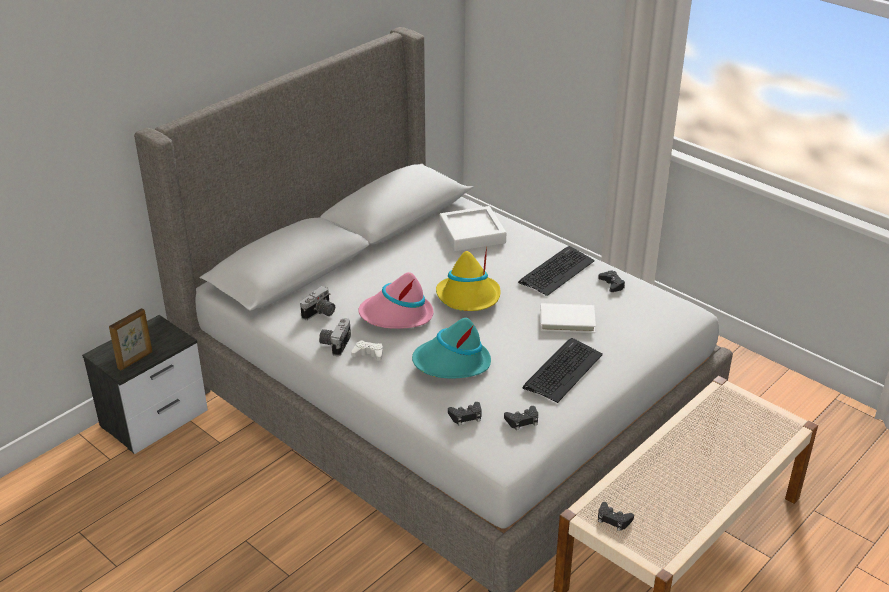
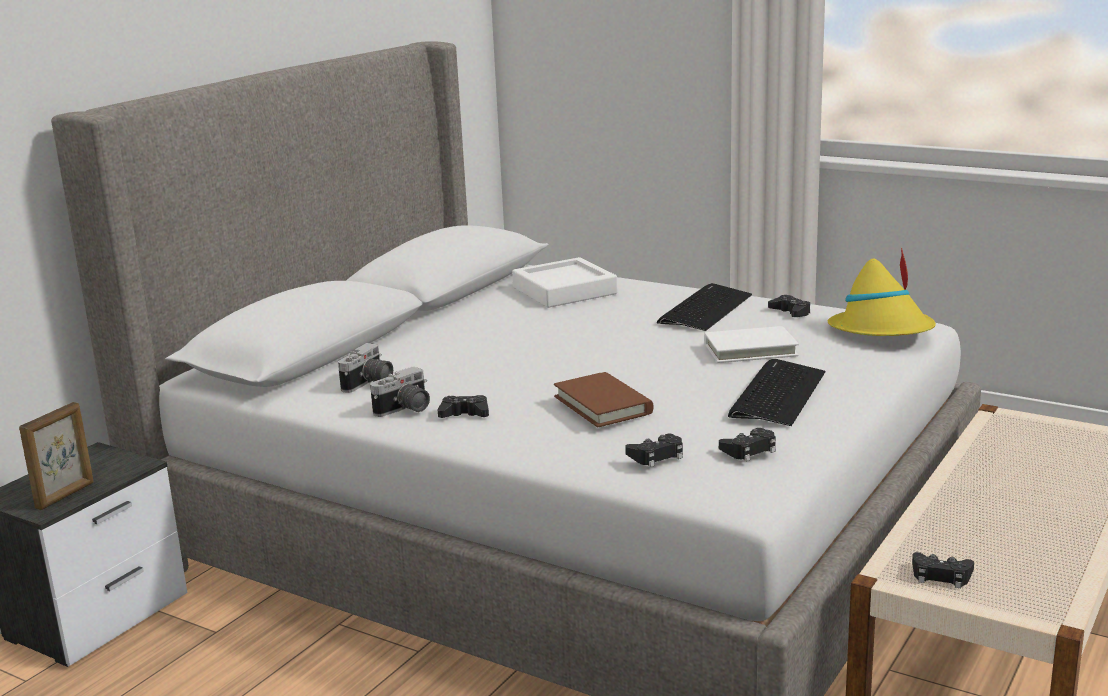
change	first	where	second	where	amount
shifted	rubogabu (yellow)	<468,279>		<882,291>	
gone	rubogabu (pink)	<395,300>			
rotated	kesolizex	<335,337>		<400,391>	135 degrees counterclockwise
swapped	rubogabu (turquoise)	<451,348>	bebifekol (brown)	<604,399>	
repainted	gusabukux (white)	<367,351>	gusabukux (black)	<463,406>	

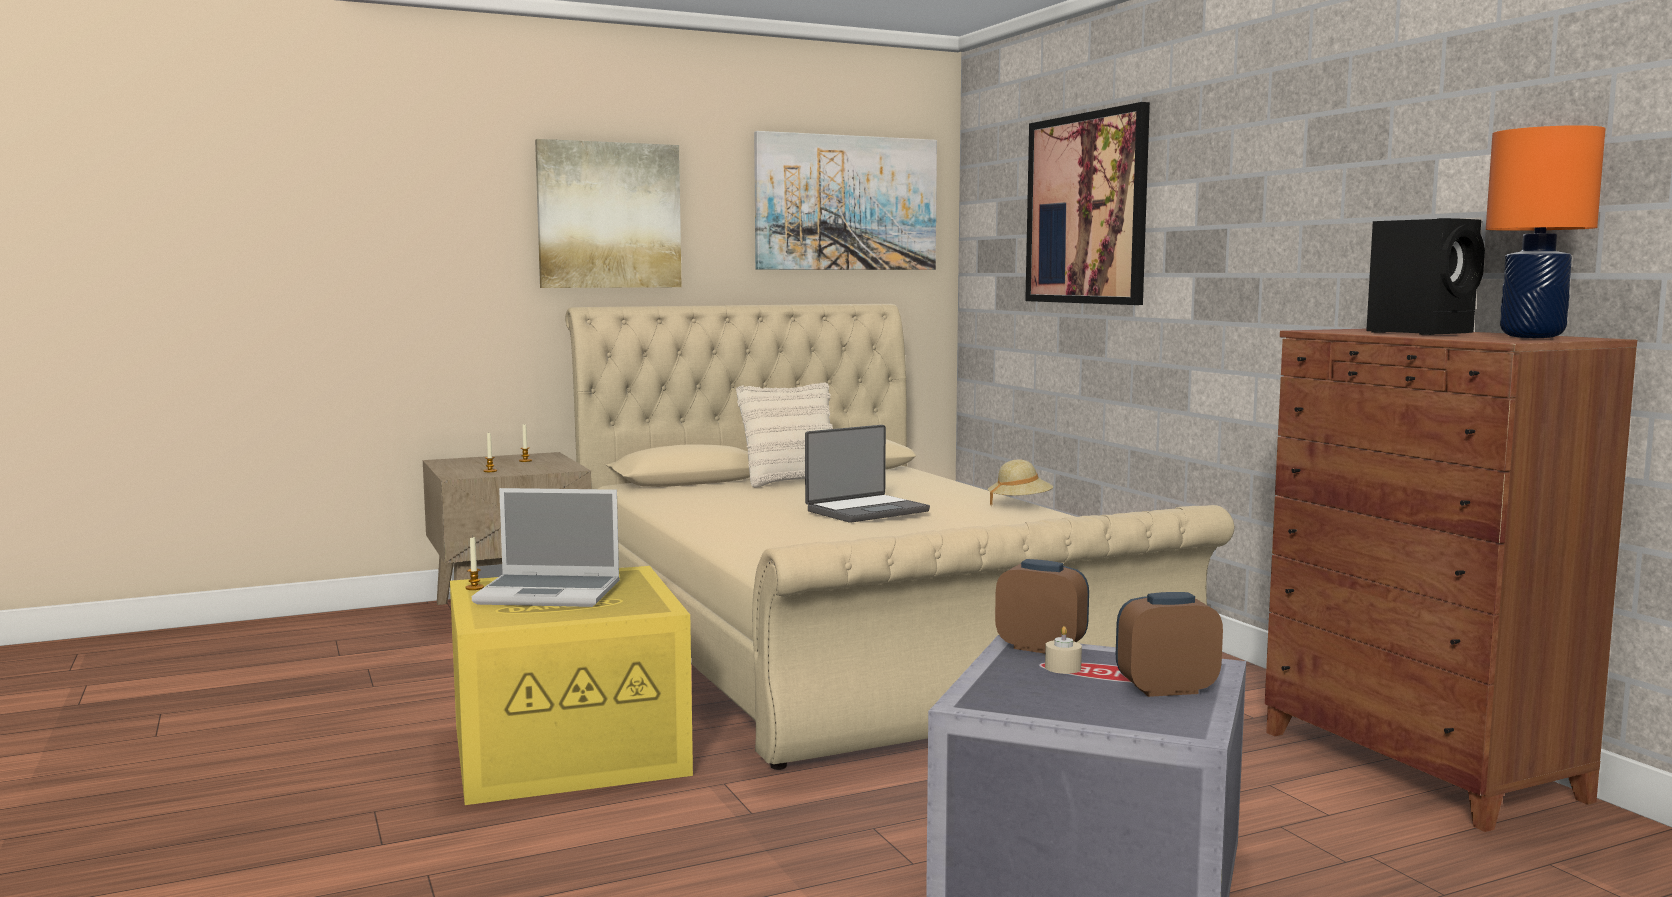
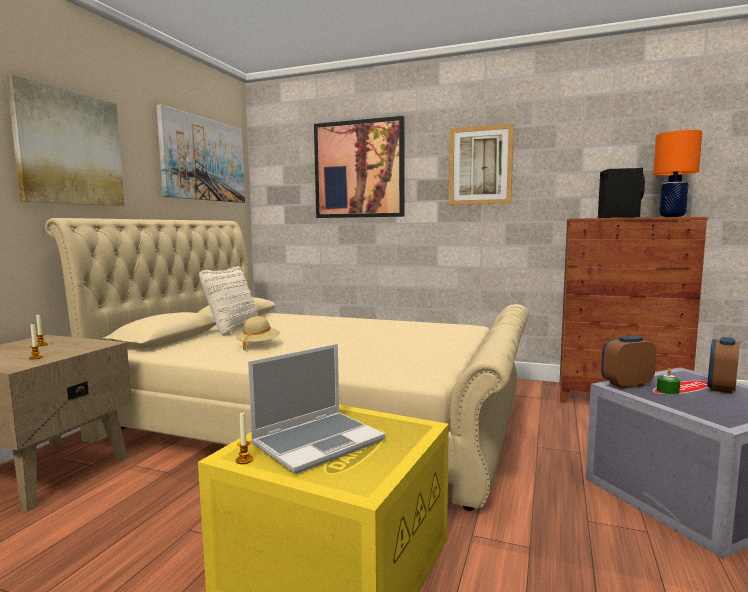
change	first	where	second	where	amount
gone	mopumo	<867,474>			
shifted	rubogabu (beige)	<1020,483>		<258,333>	
repainted	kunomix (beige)	<1063,650>	kunomix (green)	<668,381>	
new			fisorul	<481,164>	

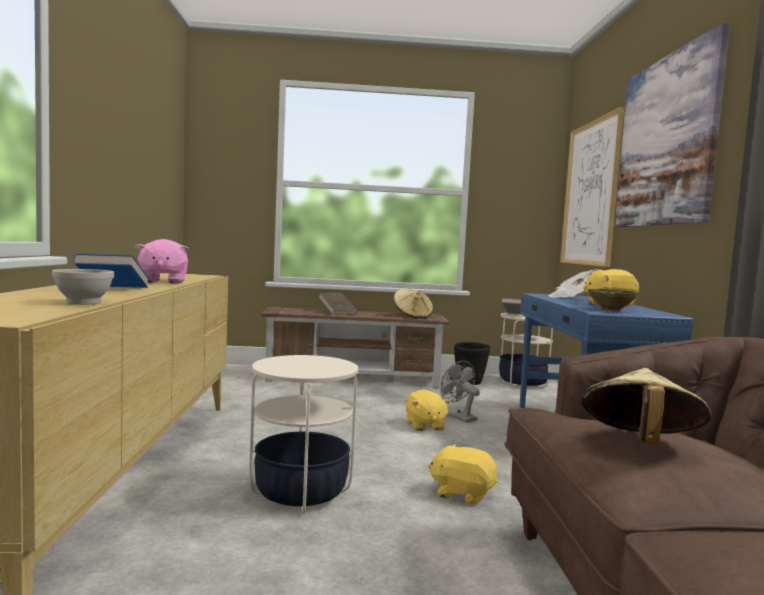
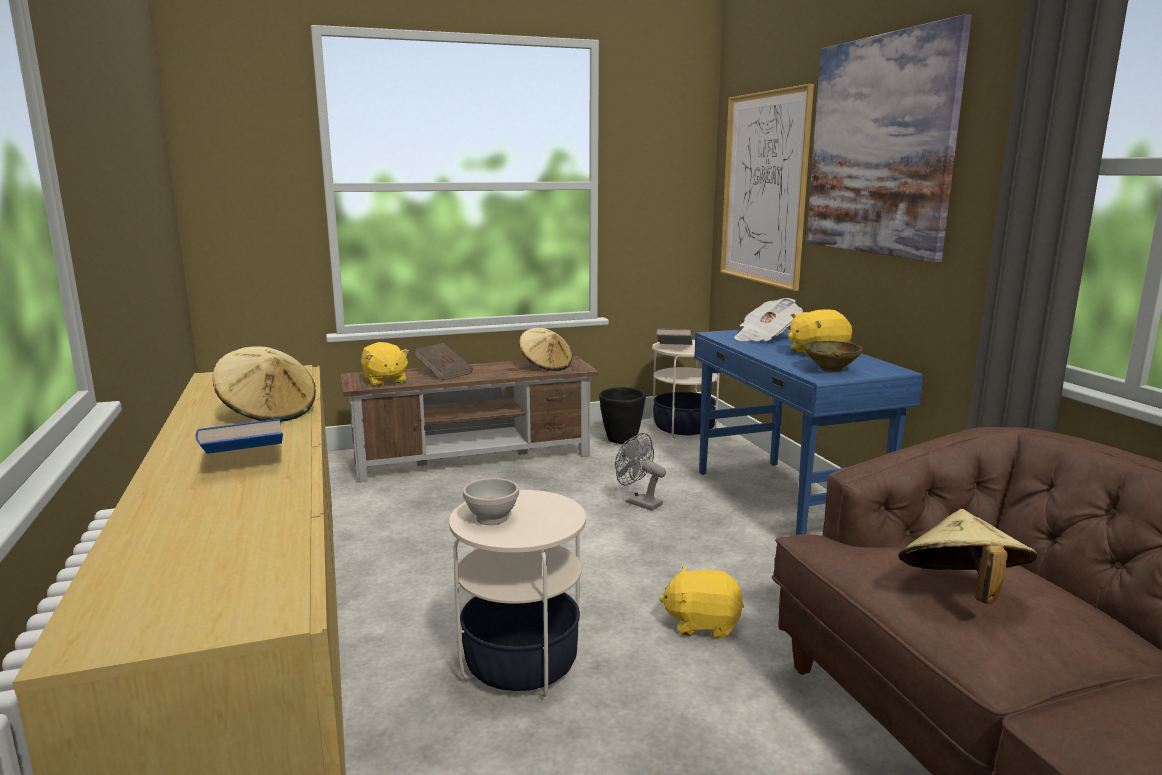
change	first	where	second	where	amount
swapped	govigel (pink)	<162,261>	rubogabu (beige)	<264,384>	
shifted	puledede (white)	<83,287>		<491,501>	
shifted	govigel (yellow)	<428,410>		<385,364>	

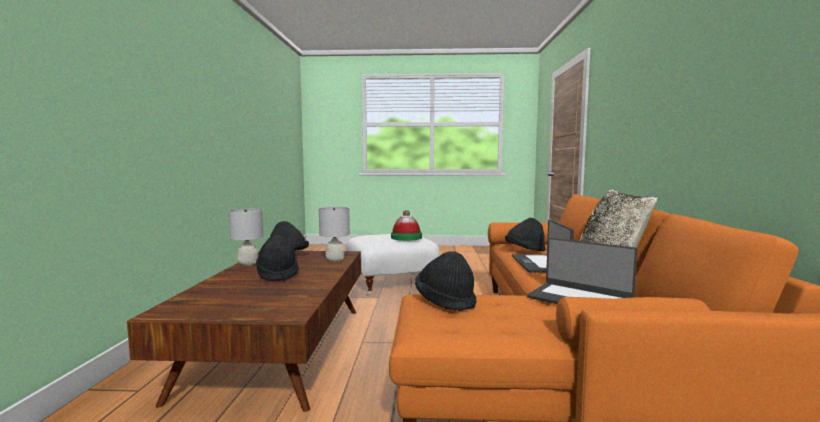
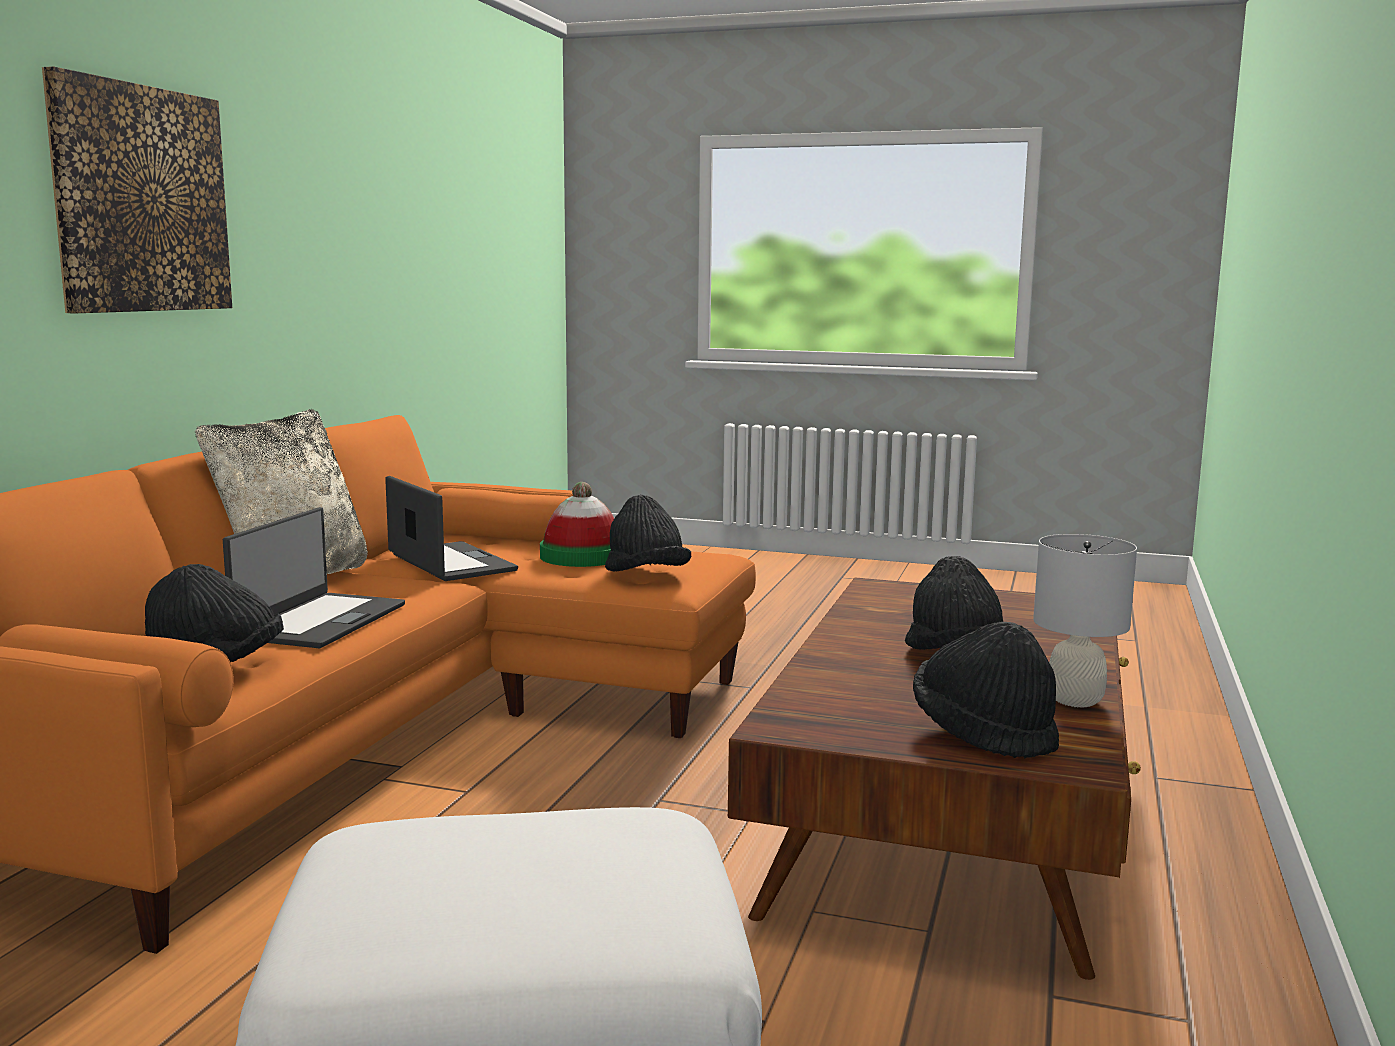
change	first	where	second	where	amount
gone	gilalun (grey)	<334,234>			
shifted	rubogabu	<406,225>		<577,524>	
new			fisorul	<137,189>	

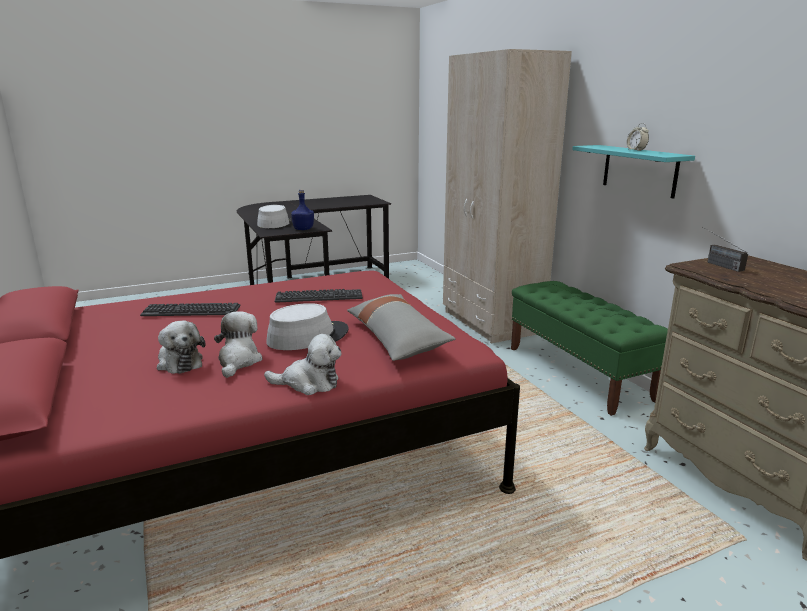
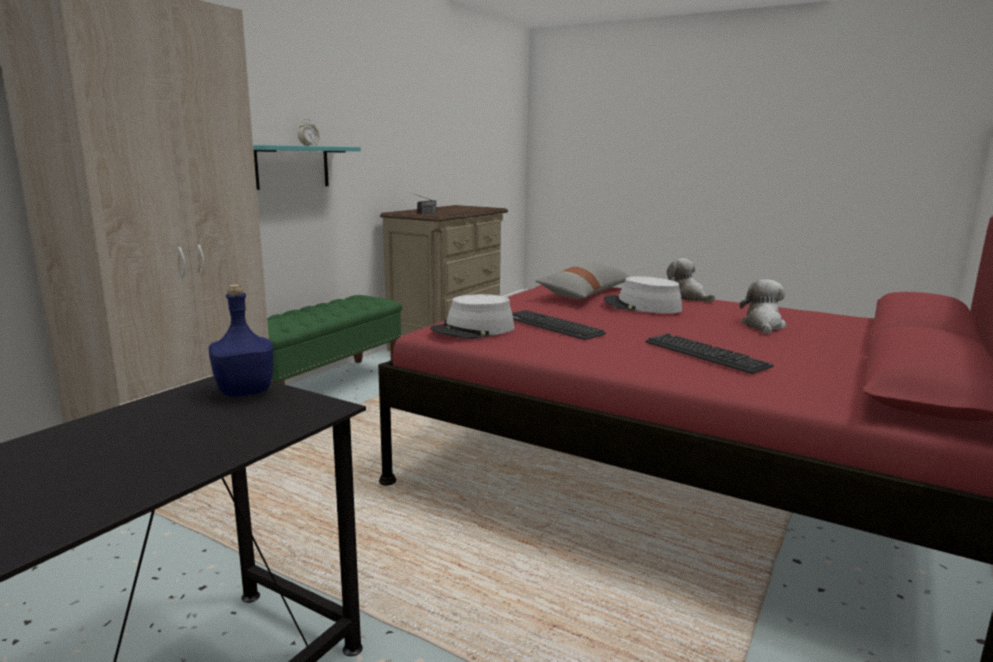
change	first	where	second	where	amount
shifted	rubogabu (grey)	<274,216>		<472,316>	
gone	govigel	<238,344>			

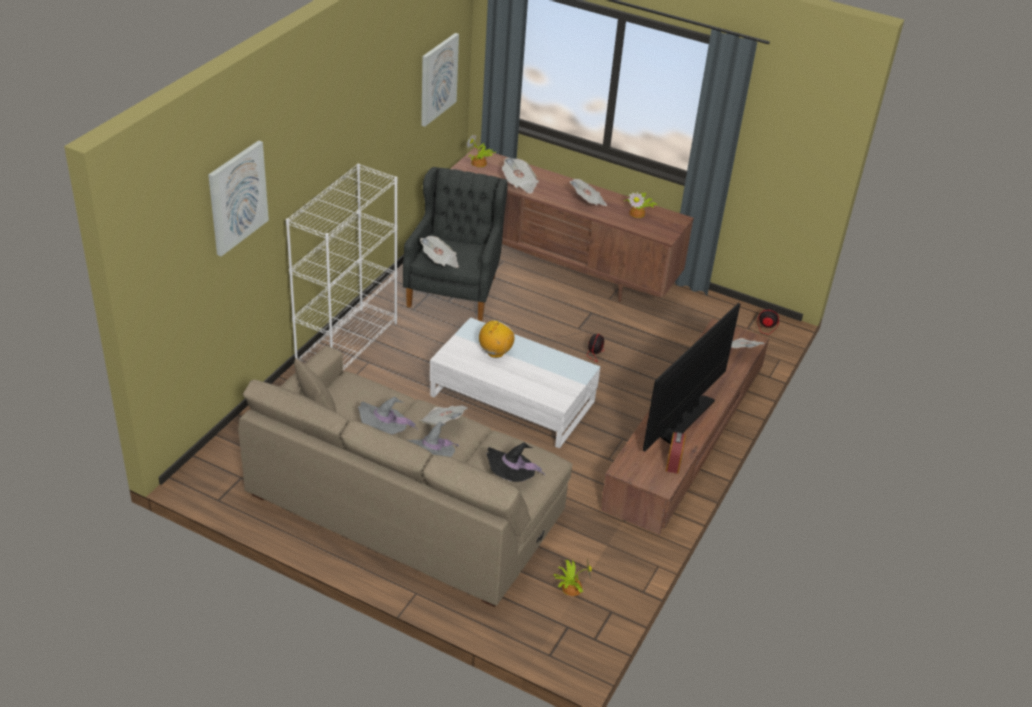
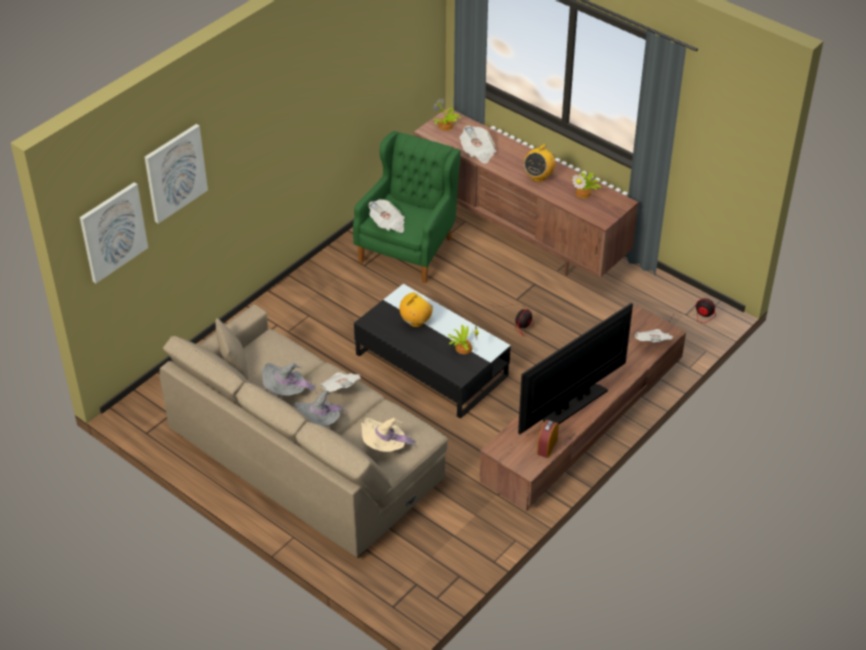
change	first	where	second	where	amount
shifted	fisorul	<440,80>		<114,232>	
gone	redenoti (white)	<342,267>			
repainted	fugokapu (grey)	<455,244>	fugokapu (green)	<407,207>	
swapped	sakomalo	<589,192>	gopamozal	<539,163>	
repainted	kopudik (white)	<515,383>	kopudik (black)	<432,351>	
repainted	rubogabu (black)	<515,462>	rubogabu (beige)	<388,435>	
shifted	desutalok	<573,577>		<463,339>	

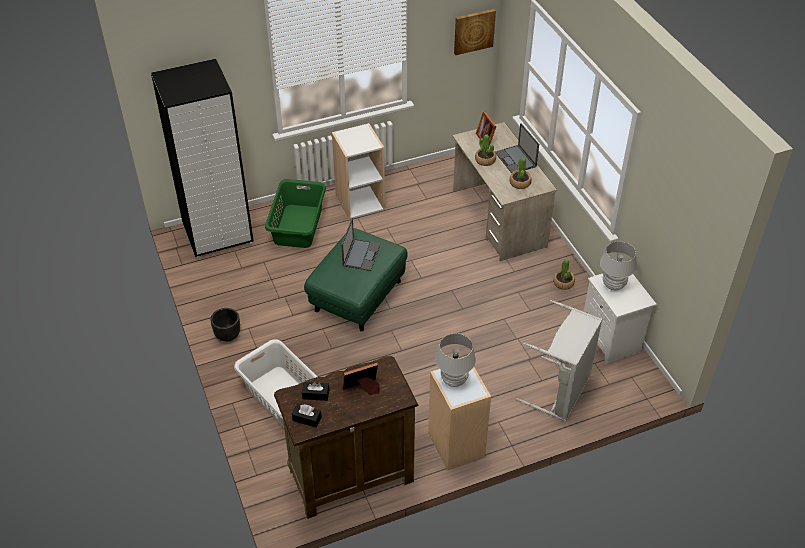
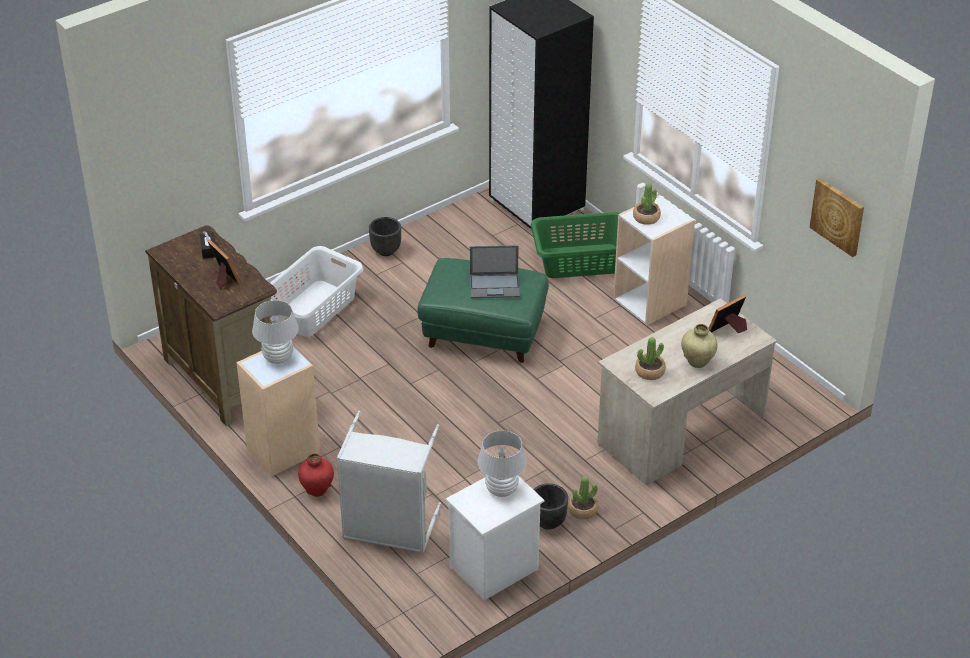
change	first	where	second	where	amount
swapped	mopumo	<517,148>	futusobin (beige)	<699,346>	
shifted	desutalok	<485,150>		<647,204>	
gone	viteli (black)	<307,416>			
new			futusobin (red)	<316,475>	
new			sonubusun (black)	<550,506>	

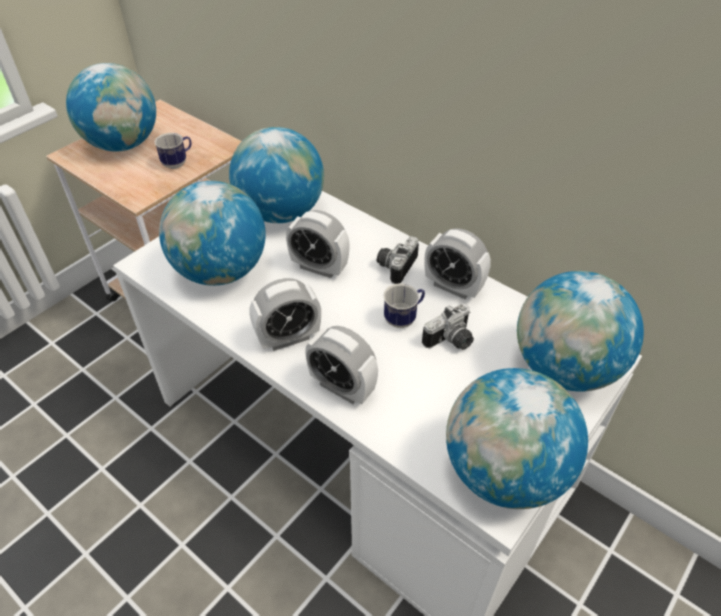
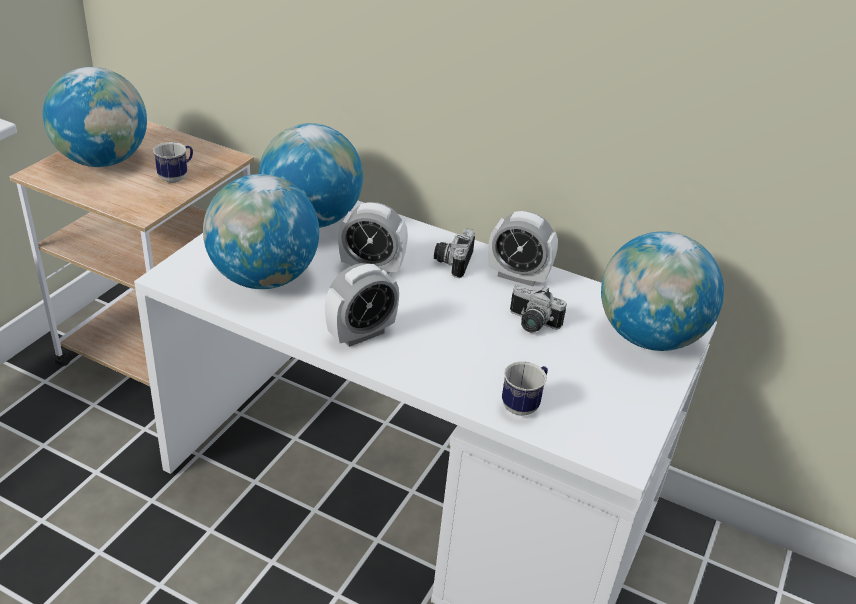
change	first	where	second	where	amount
shifted	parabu	<404,305>		<525,388>	
rotated	kesolizex	<448,327>		<538,308>	75 degrees clockwise
gone	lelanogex	<341,365>			
gone	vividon	<517,438>			

